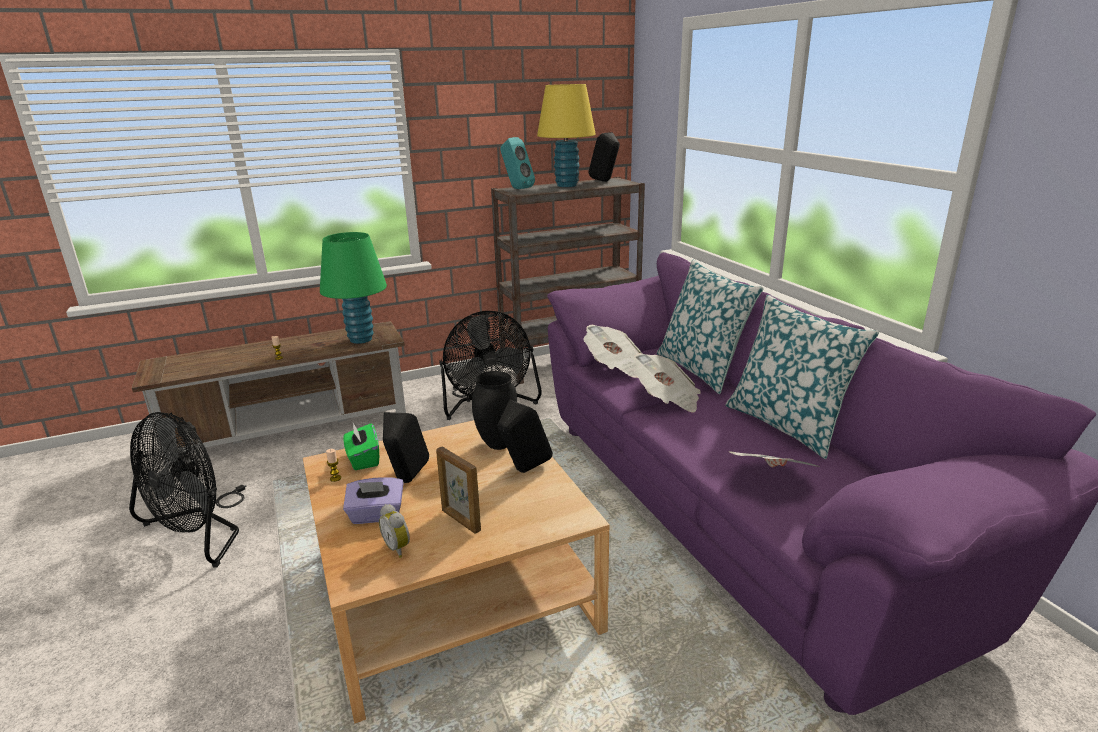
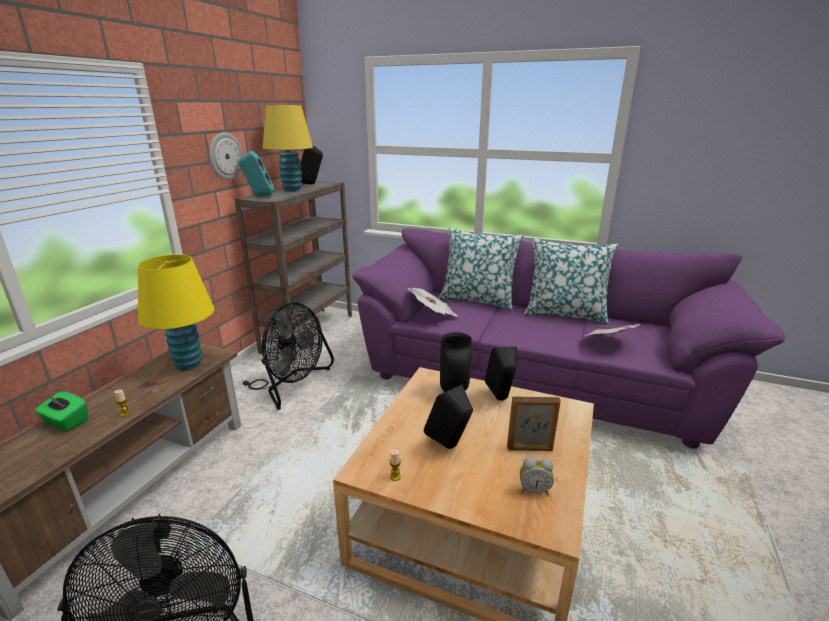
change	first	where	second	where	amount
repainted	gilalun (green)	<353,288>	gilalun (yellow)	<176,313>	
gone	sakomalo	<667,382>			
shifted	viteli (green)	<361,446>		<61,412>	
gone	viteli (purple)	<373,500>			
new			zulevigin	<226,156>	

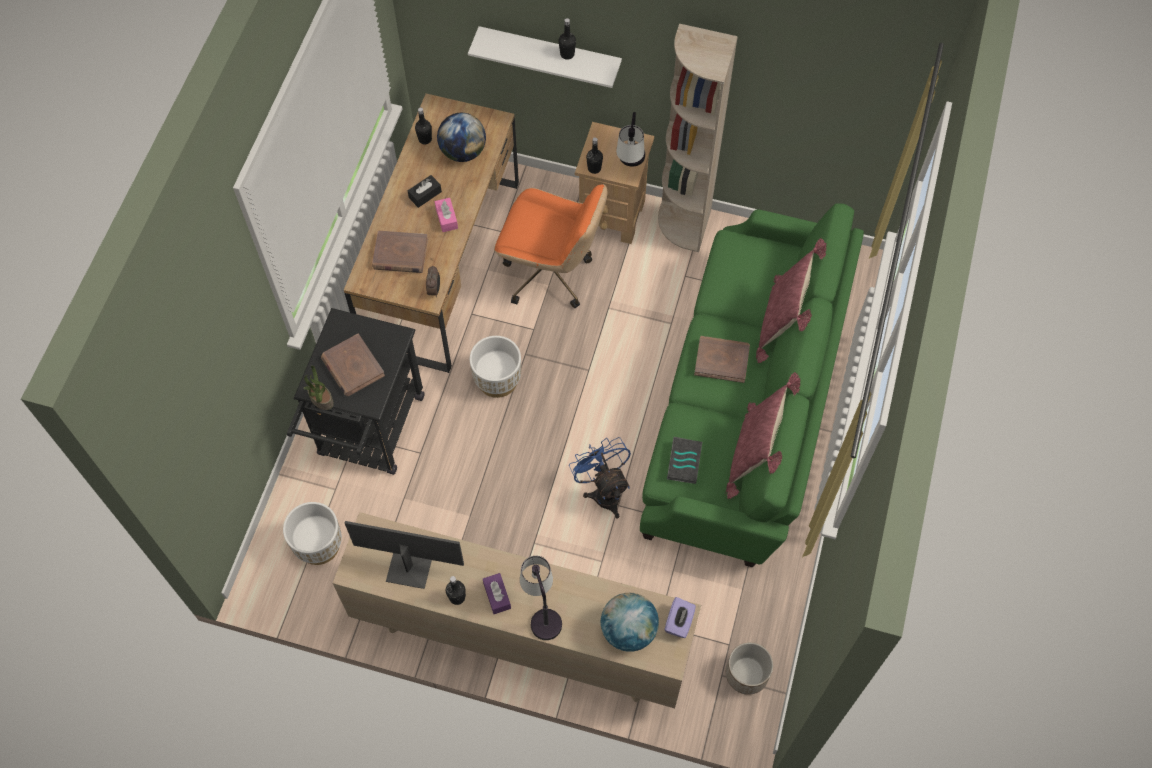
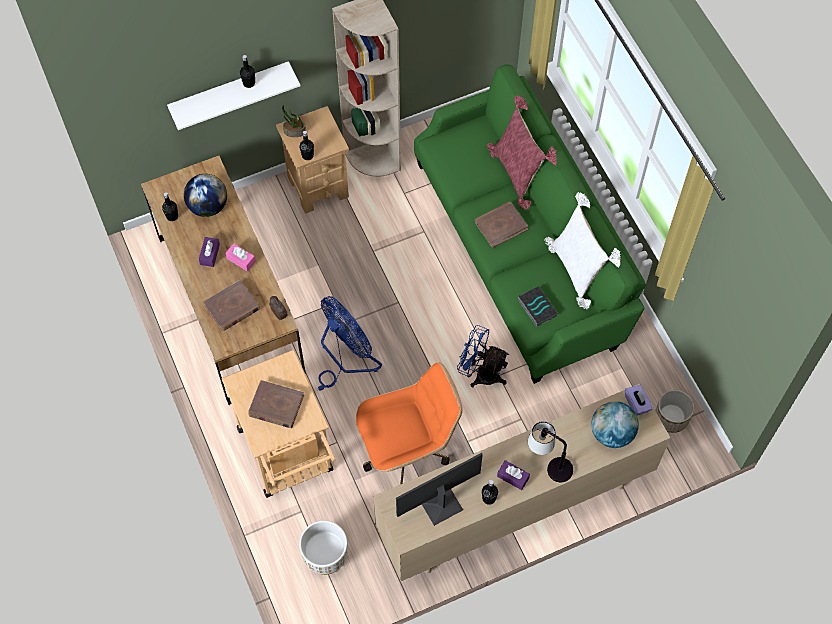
change	first	where	second	where	amount
gone	gilalun	<630,139>			
repainted	viteli (black)	<425,191>	viteli (purple)	<209,252>	
shifted	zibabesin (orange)	<550,246>		<409,423>	
repainted	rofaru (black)	<355,391>	rofaru (beige)	<278,424>	
swapped	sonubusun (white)	<495,367>	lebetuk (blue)	<349,343>	
shifted	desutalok	<319,388>		<294,121>	
repainted	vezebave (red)	<763,435>	vezebave (white)	<582,251>	

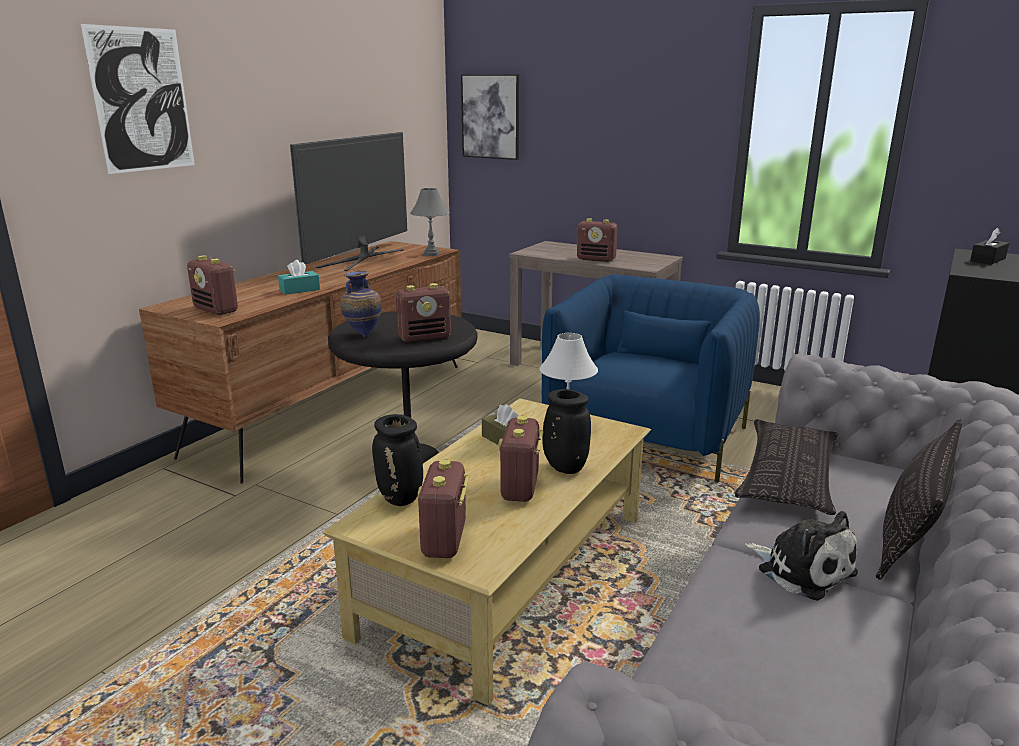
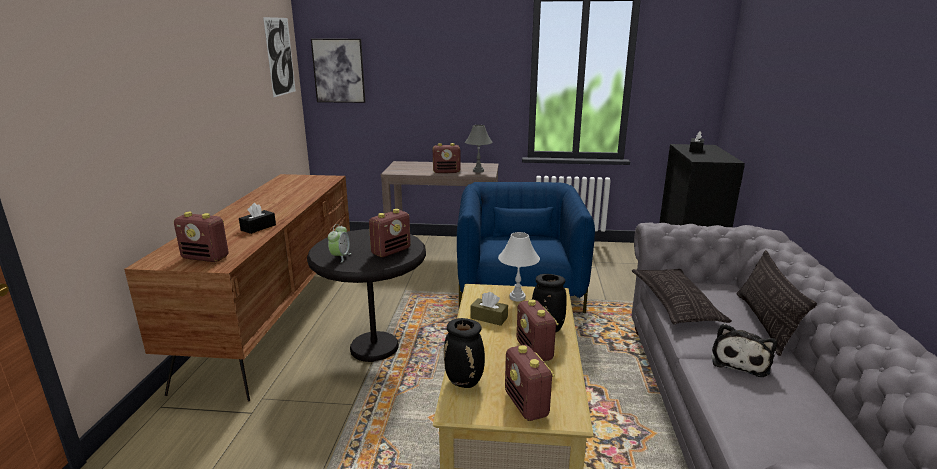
change	first	where	second	where	amount
shifted	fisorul	<137,99>		<279,57>	
gone	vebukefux	<348,201>			
shifted	gilalun (grey)	<430,222>		<479,149>	
repainted	viteli (turquoise)	<299,277>	viteli (black)	<257,218>	
swapped	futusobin	<361,303>	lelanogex	<339,243>	
rotated	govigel	<801,556>		<744,350>	90 degrees clockwise

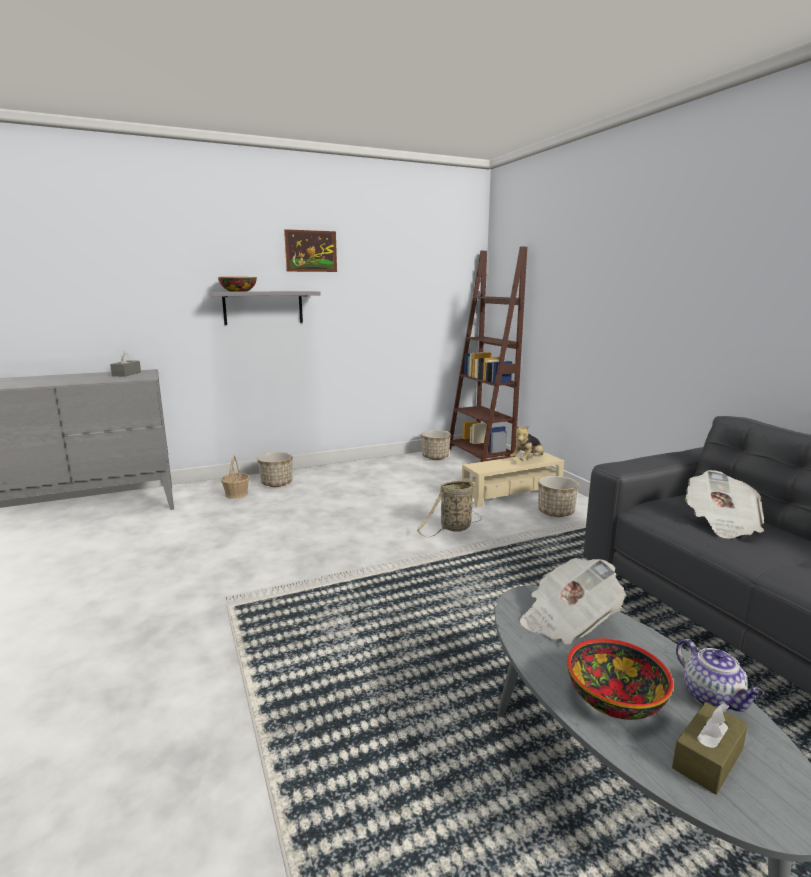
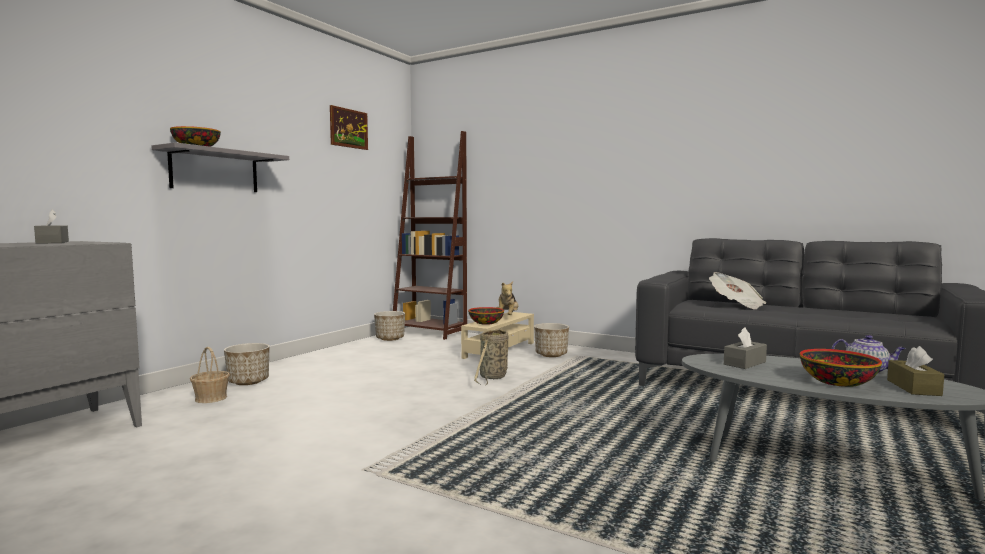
change	first	where	second	where	amount
shifted	fisorul	<310,250>		<349,127>	
swapped	sakomalo	<572,601>	viteli (grey)	<745,348>	
new			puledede	<486,316>	

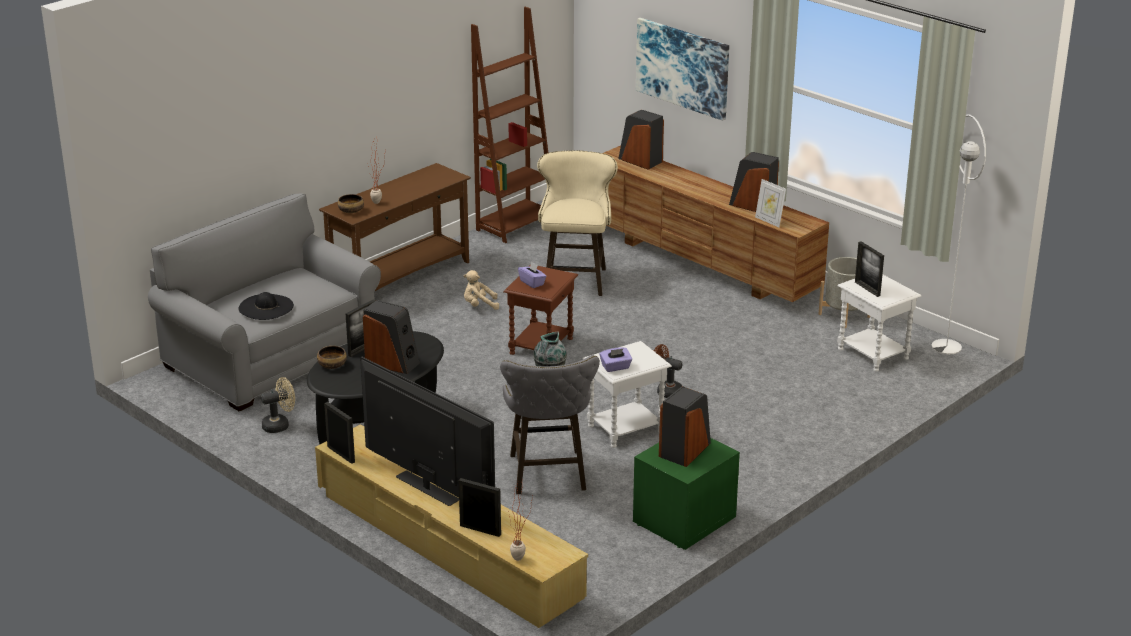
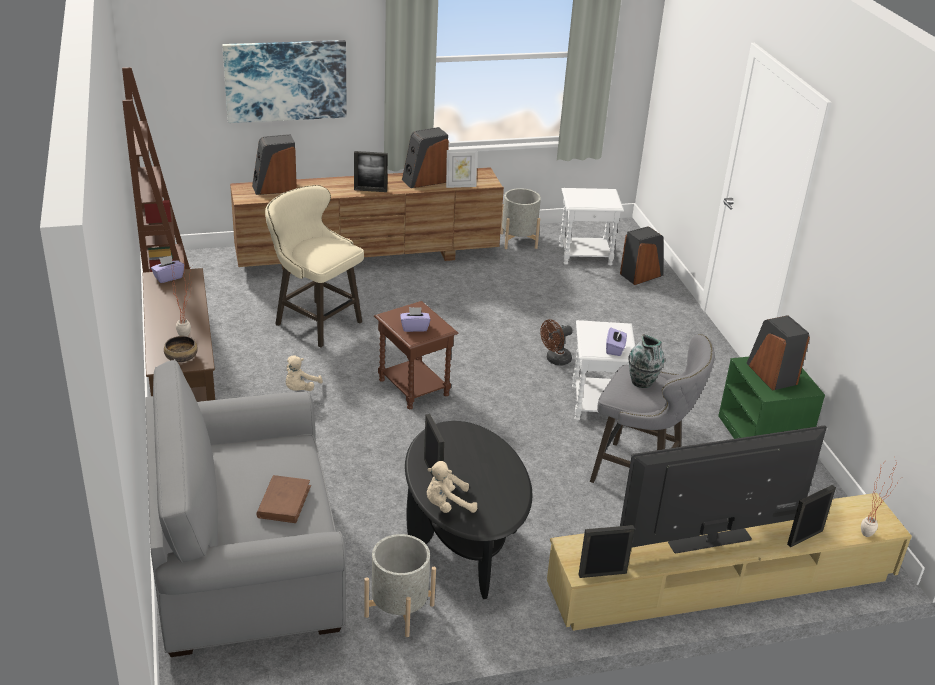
change	first	where	second	where	amount
gone	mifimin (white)	<958,234>			
shifted	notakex	<869,269>		<371,171>	
swapped	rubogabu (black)	<266,306>	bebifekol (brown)	<283,499>	
shifted	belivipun	<391,337>		<642,255>	
swapped	puledede	<332,357>	govigel (beige)	<451,487>	
swapped	lebetuk (beige)	<278,405>	sonubusun (grey)	<400,585>	
new			viteli (purple)	<167,269>	

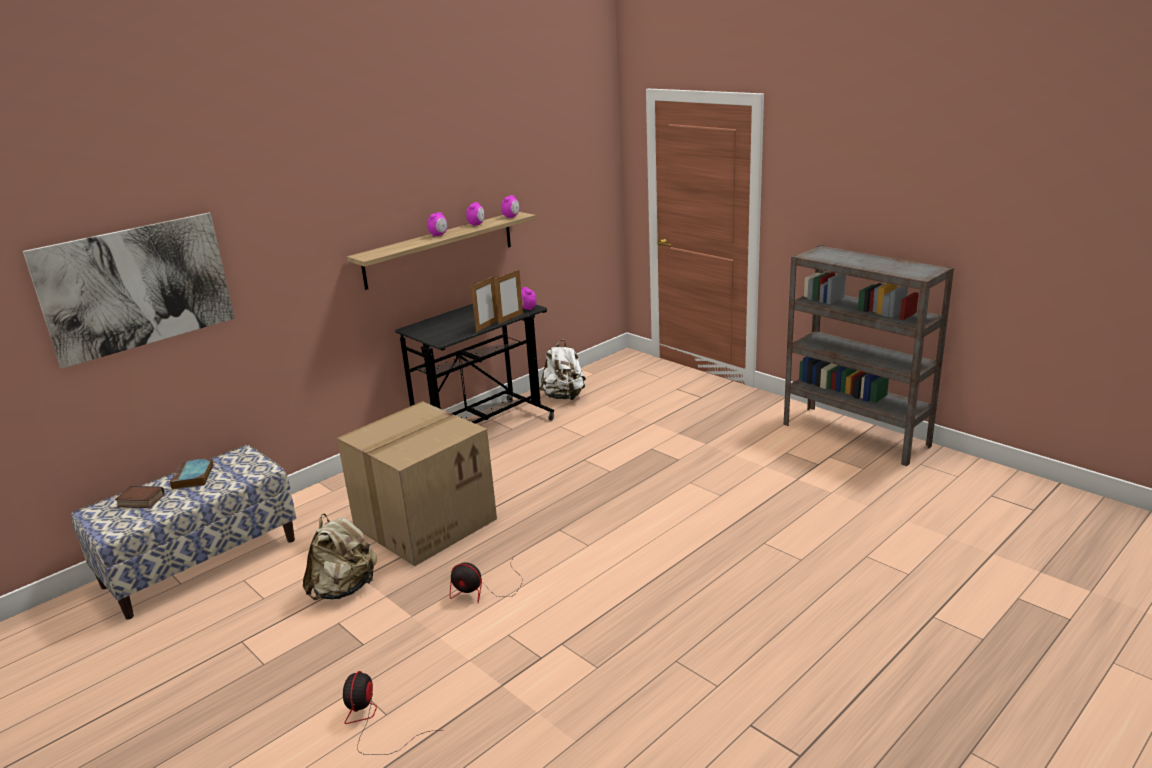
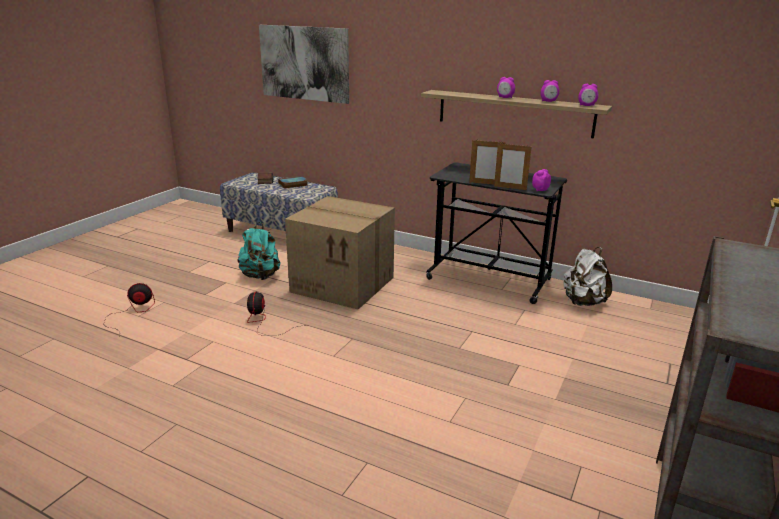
change	first	where	second	where	amount
repainted	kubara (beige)	<340,556>	kubara (turquoise)	<258,251>	

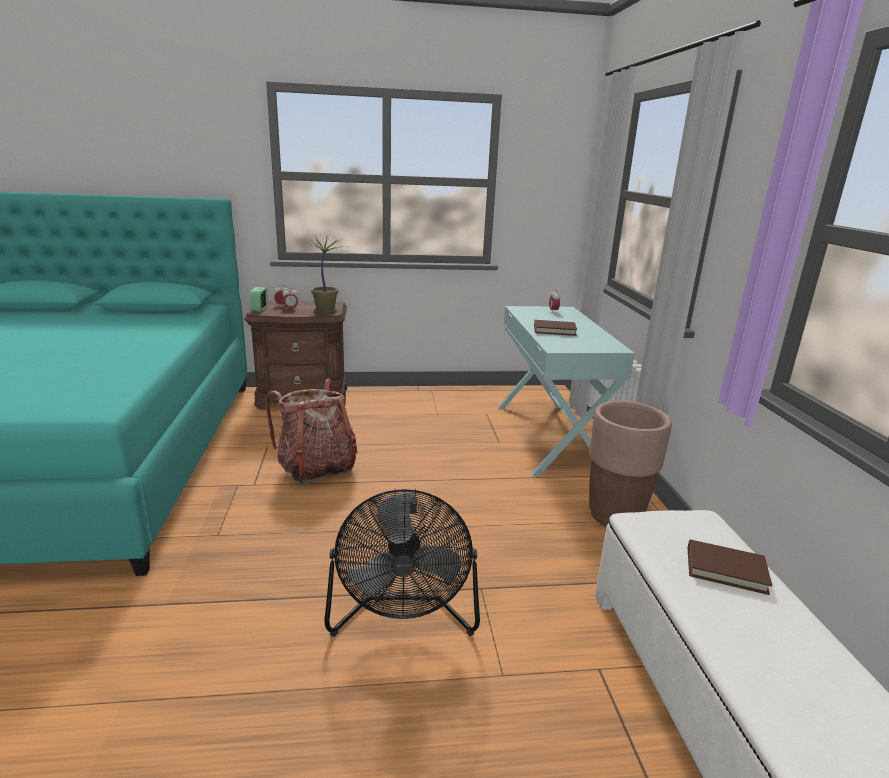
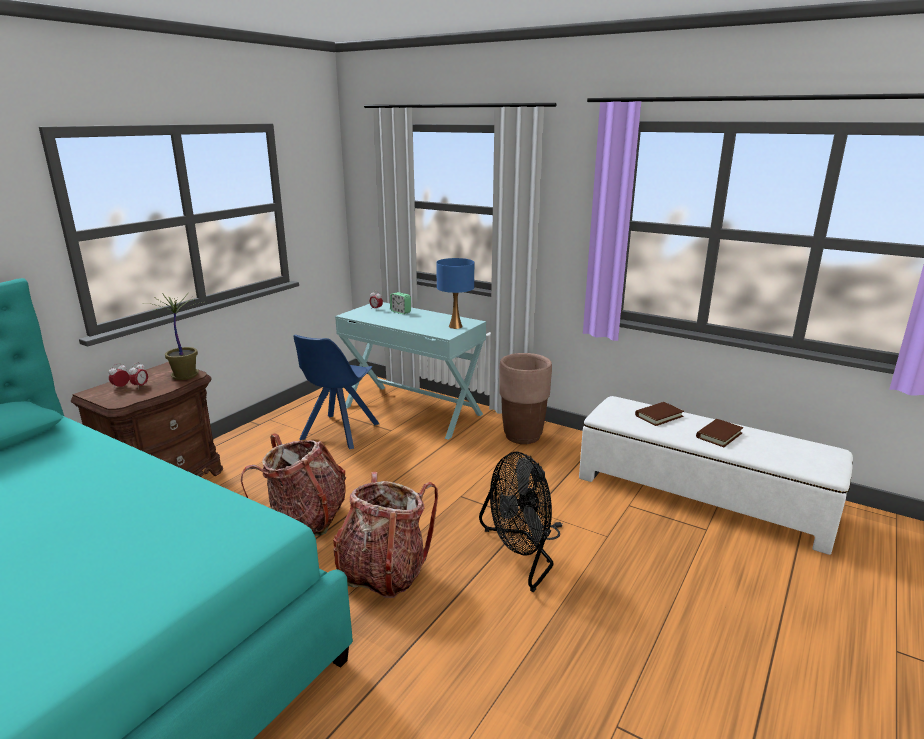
change	first	where	second	where	amount
shifted	lelanogex	<259,299>		<400,303>	
shifted	bebifekol (brown)	<555,328>		<720,433>	
rotated	lebetuk (black)	<402,563>		<521,522>	120 degrees clockwise
new			gilalun (blue)	<455,293>	
new			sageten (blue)	<336,391>	
new			kubara	<385,535>	

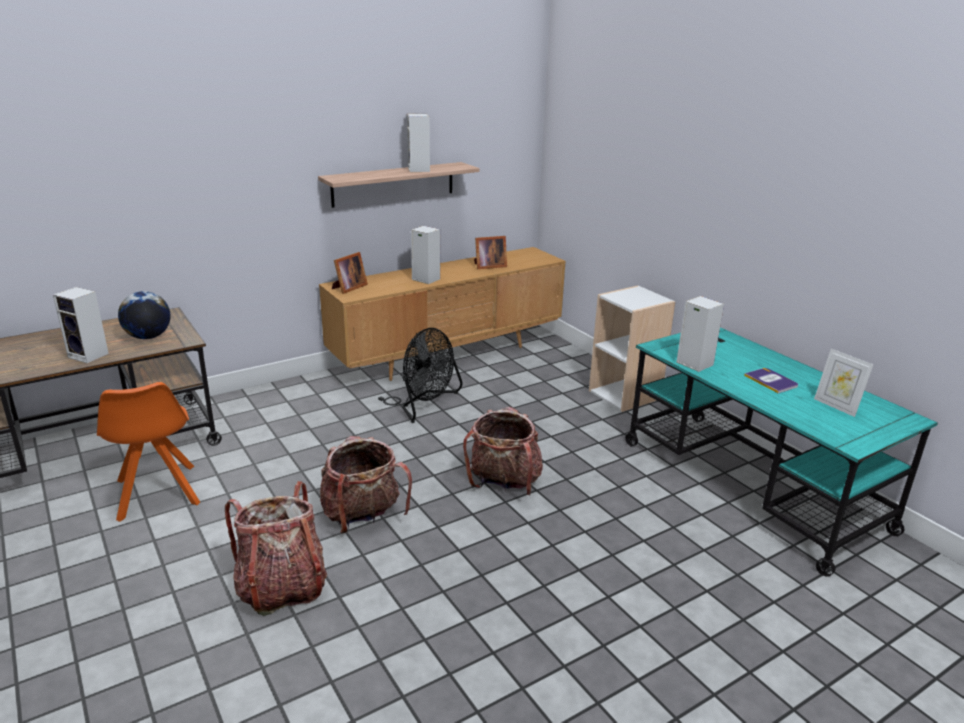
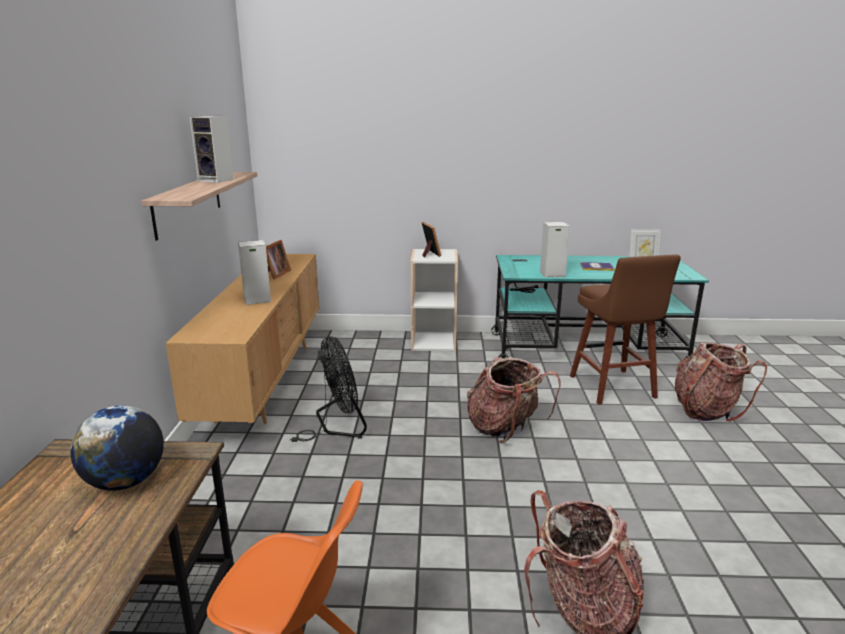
change	first	where	second	where	amount
shifted	notakex	<350,273>		<431,240>	
gone	belivipun	<81,325>			
shifted	kubara	<366,485>		<721,382>	
new			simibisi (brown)	<625,330>	

